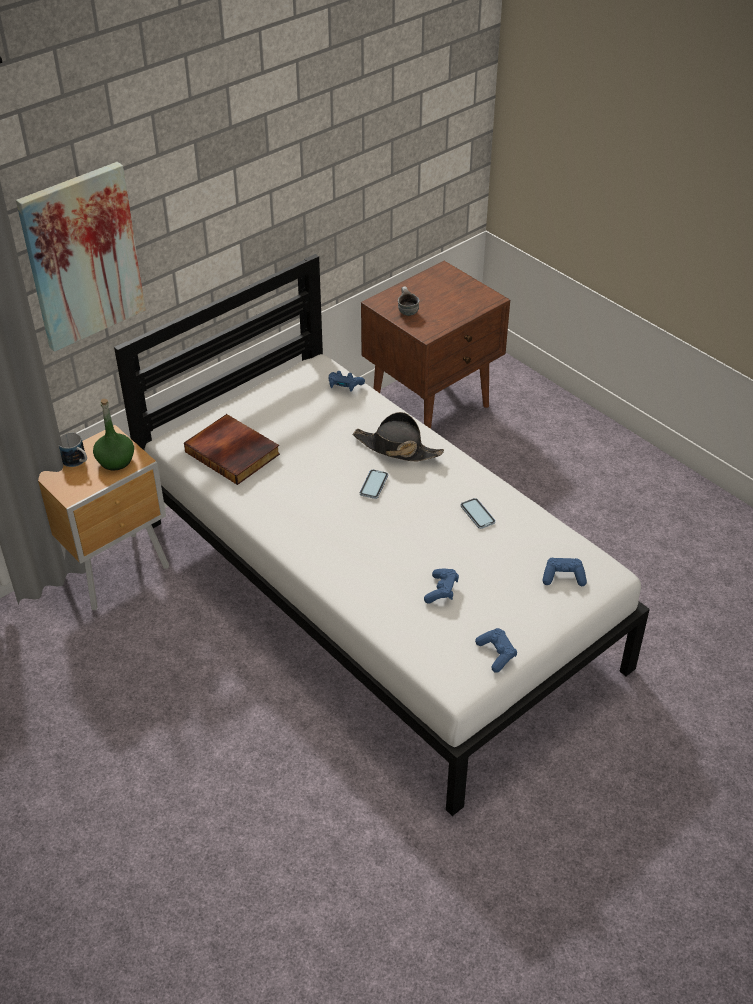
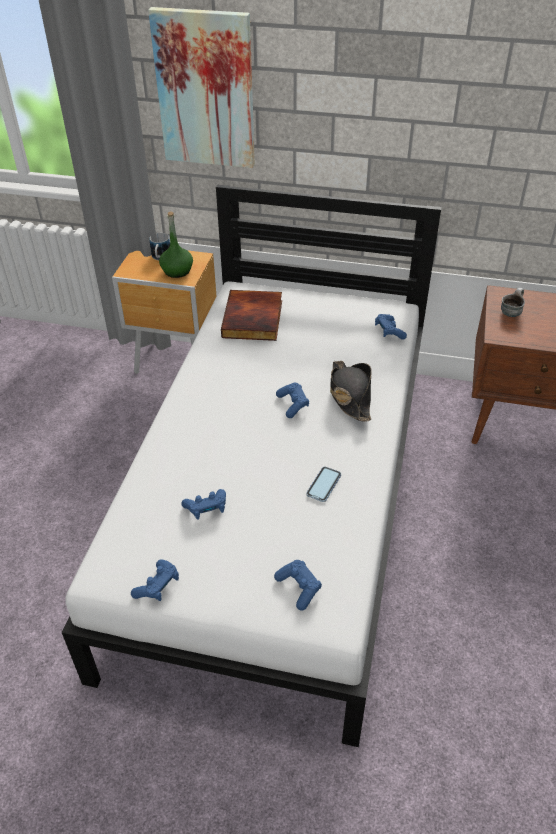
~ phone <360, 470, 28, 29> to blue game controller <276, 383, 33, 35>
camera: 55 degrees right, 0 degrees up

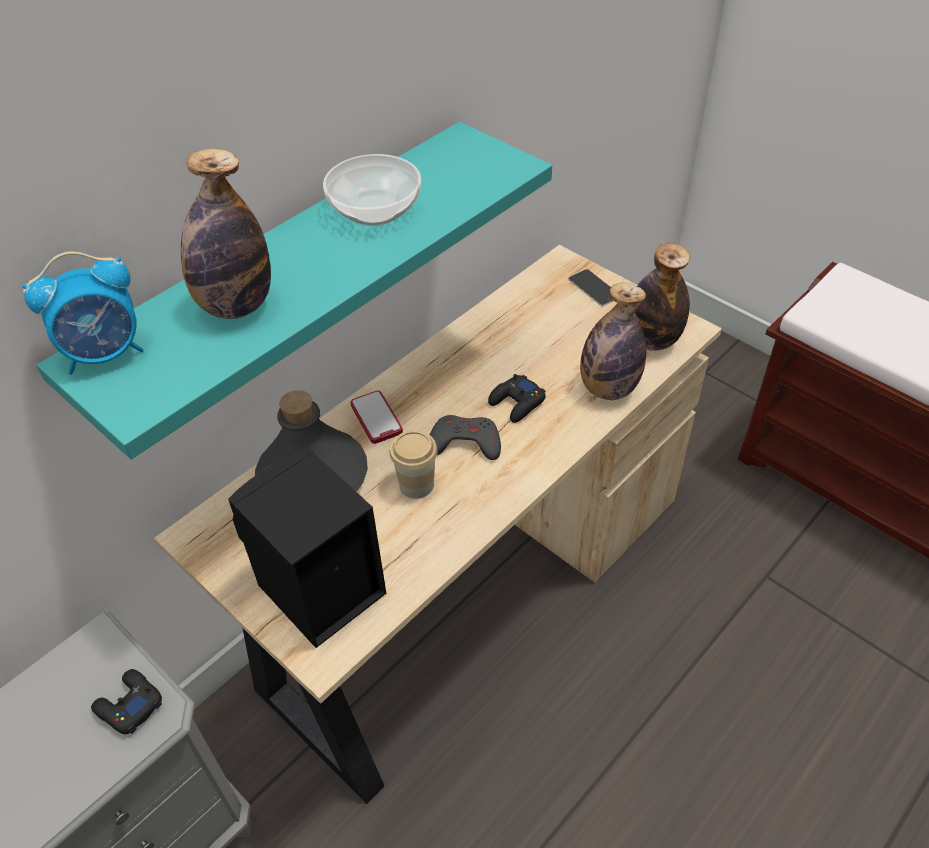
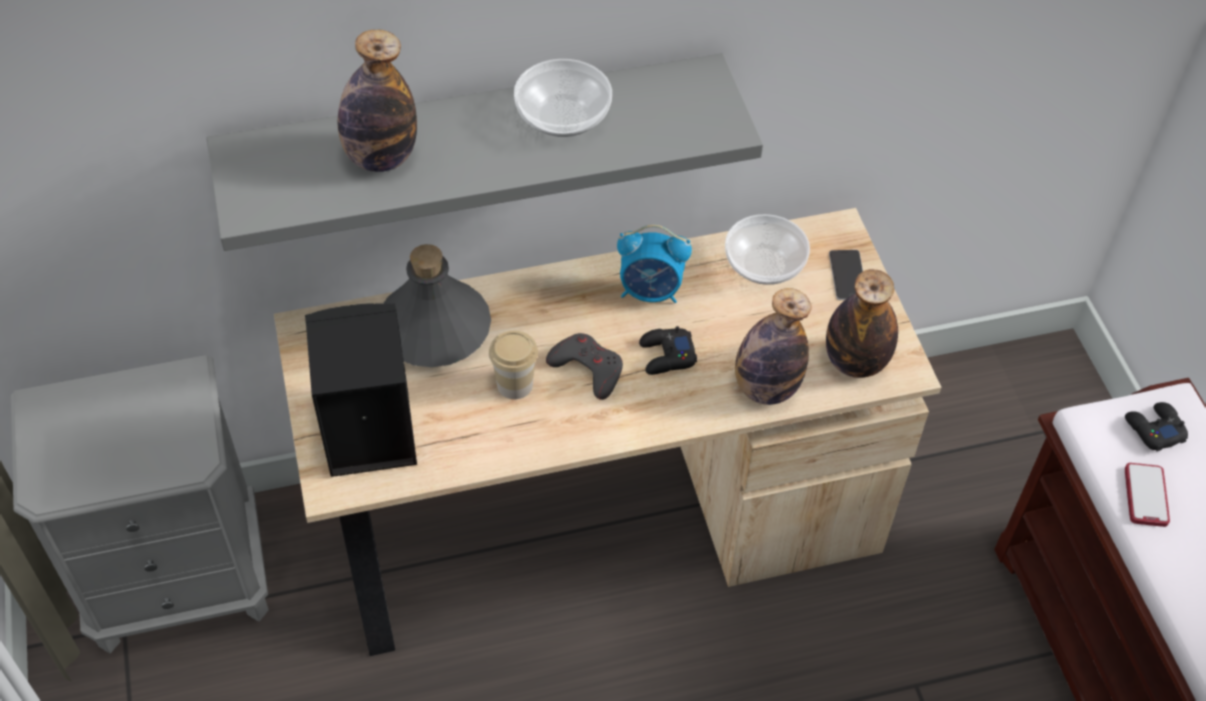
~ alarm clock <22, 251, 122, 124> to <617, 224, 75, 79>
~ turquoise shelf <36, 122, 516, 337> to grey shelf <206, 53, 557, 198>
~ black game controller <91, 669, 71, 65> to <1125, 402, 63, 49>
~ phone <350, 391, 53, 53> to <1125, 463, 45, 64>
+ bowl <725, 214, 85, 71>
camera: 30 degrees right, 5 degrees up

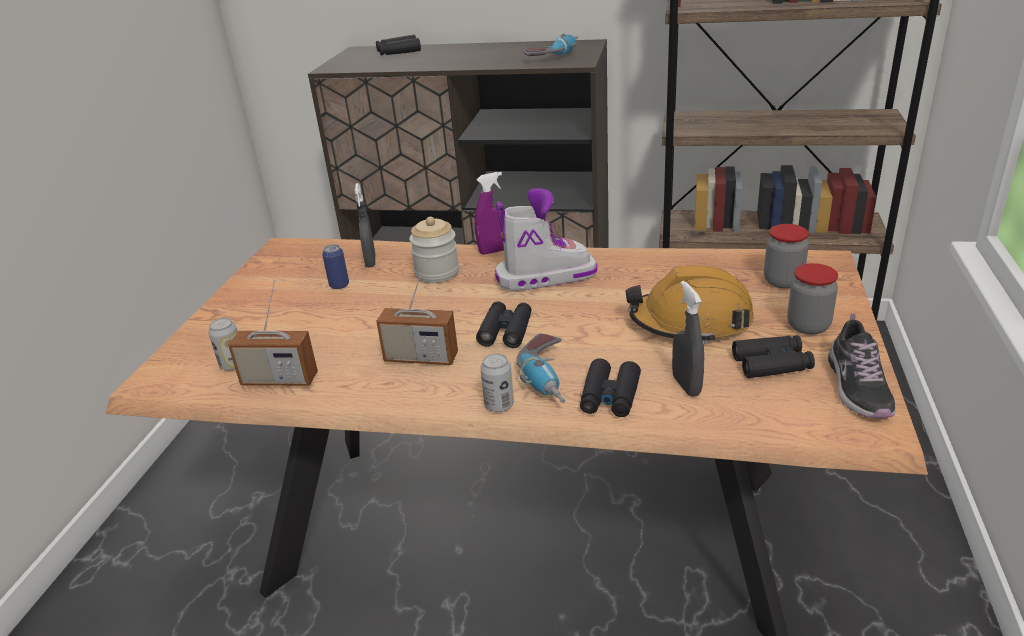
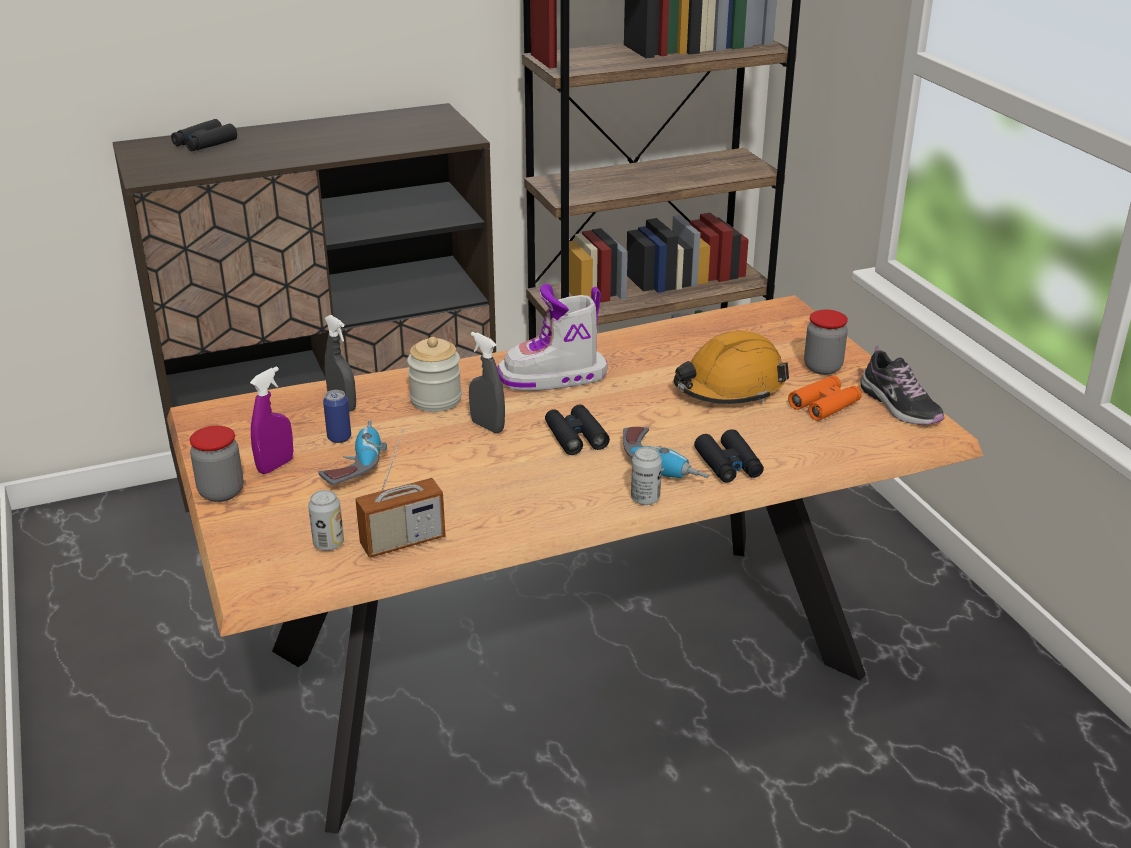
- radio <376, 259, 82, 106>
~ purple spray bottle <475, 172, 29, 83> to <250, 366, 43, 108>
~ boot <495, 188, 102, 103> = <497, 284, 110, 107> 150 degrees counterclockwise
~ power drill <523, 34, 55, 22> to <318, 420, 69, 65>
~ grey spray bottle <672, 281, 32, 116> to <469, 332, 36, 101>
~ black binoculars <732, 335, 83, 43> to orange binoculars <788, 376, 74, 45>
~ jar <764, 224, 45, 65> to <190, 425, 53, 77>
camera: 35 degrees left, 0 degrees up

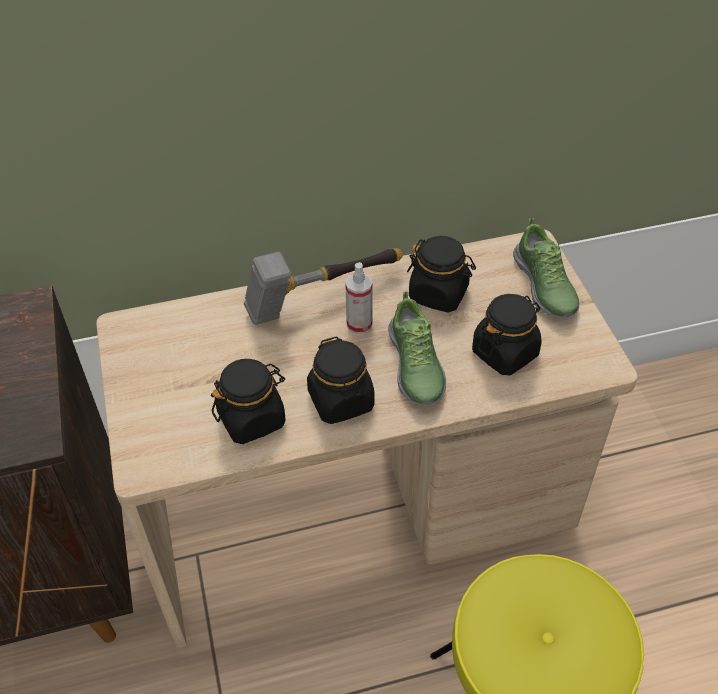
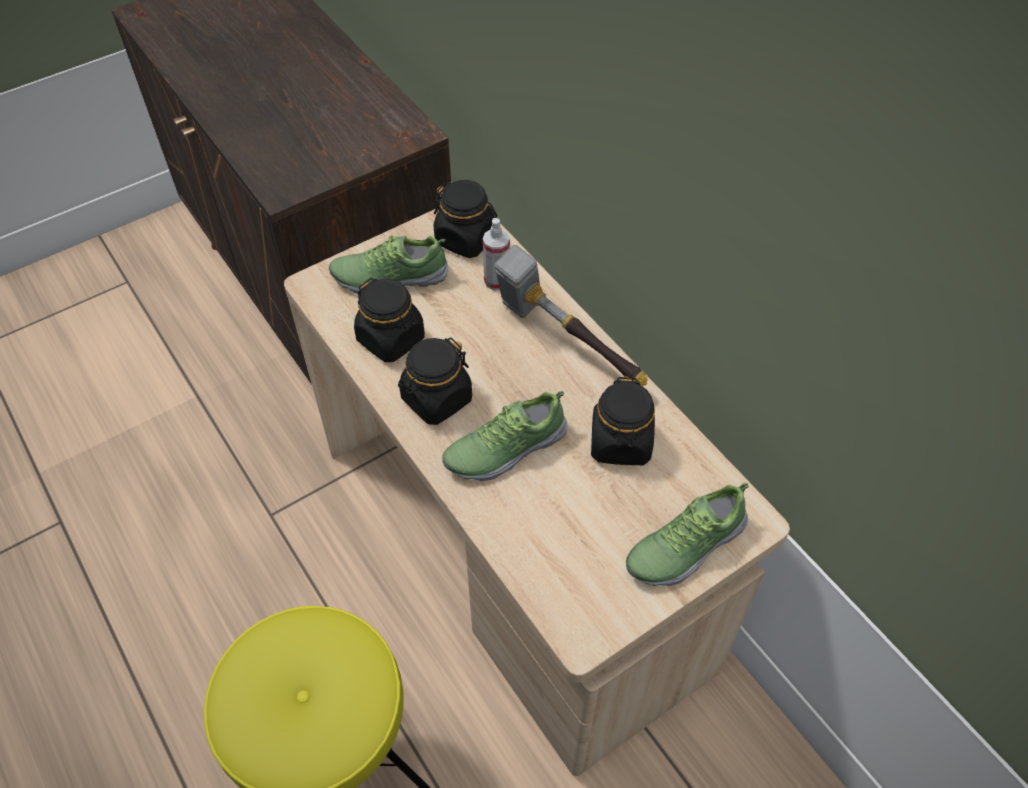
~ spray bottle <345, 262, 28, 72> to <483, 218, 27, 73>
~ black jar <472, 294, 70, 81> to <433, 180, 64, 78>
+ shoe <329, 235, 119, 59>
camera: 70 degrees right, 5 degrees up

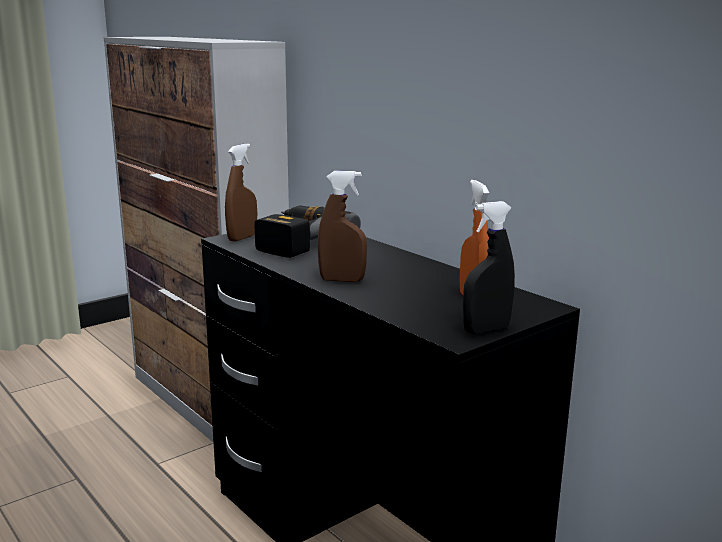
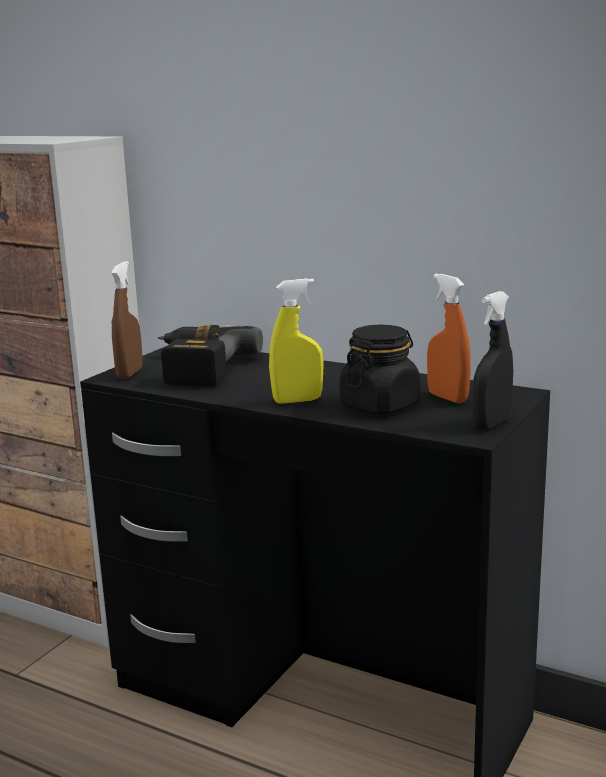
~ brown spray bottle <318, 171, 49, 111> to yellow spray bottle <269, 278, 54, 126>
+ black jar <339, 325, 82, 89>
camera: 20 degrees left, 0 degrees up

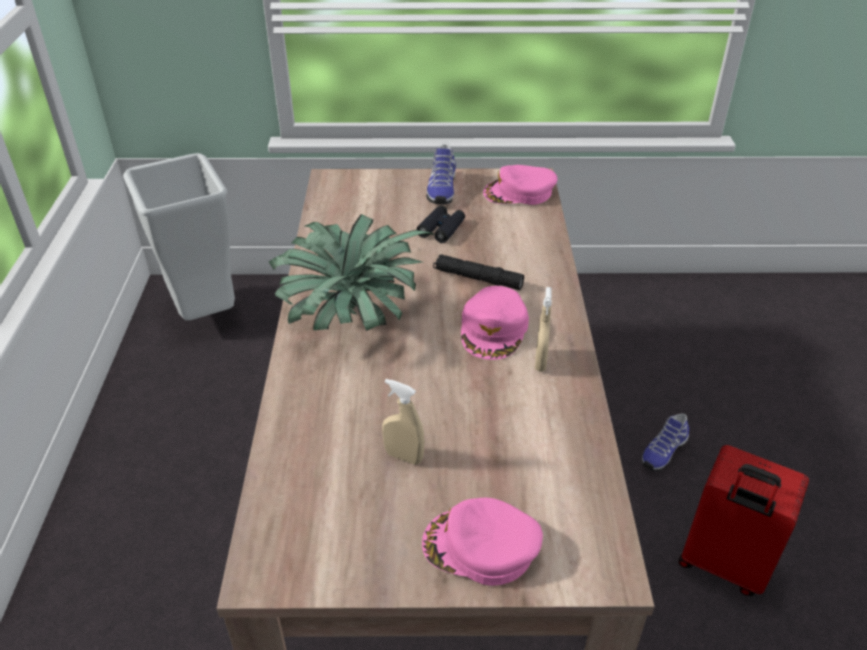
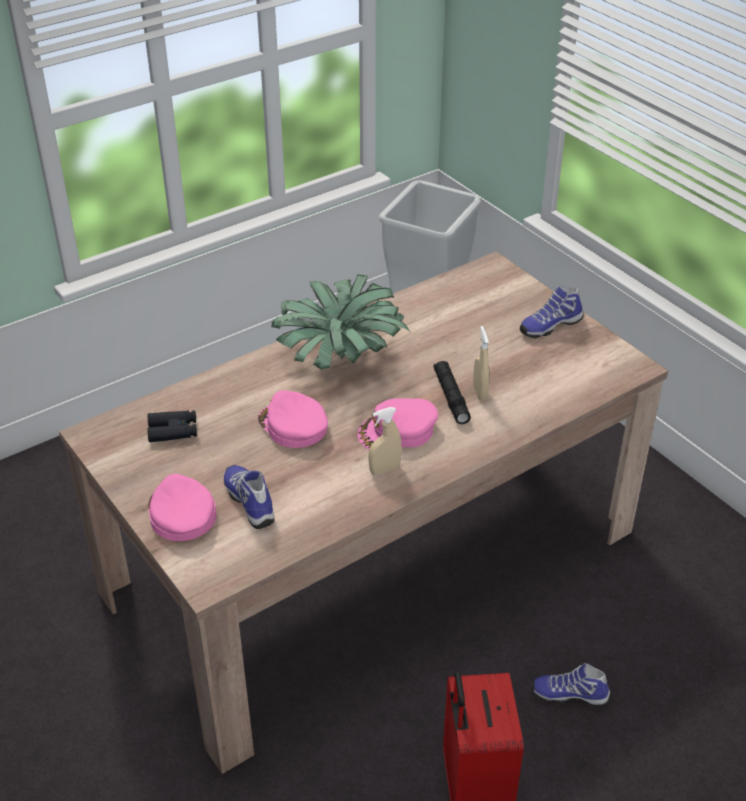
~ beige spray bottle <382, 379, 43, 86> to <473, 326, 16, 75>
~ black binoculars <416, 205, 49, 38> to <147, 410, 50, 32>
~ pink cap <483, 165, 75, 40> to <258, 390, 70, 58>
+ shoe <224, 465, 51, 64>
camera: 55 degrees right, 0 degrees up

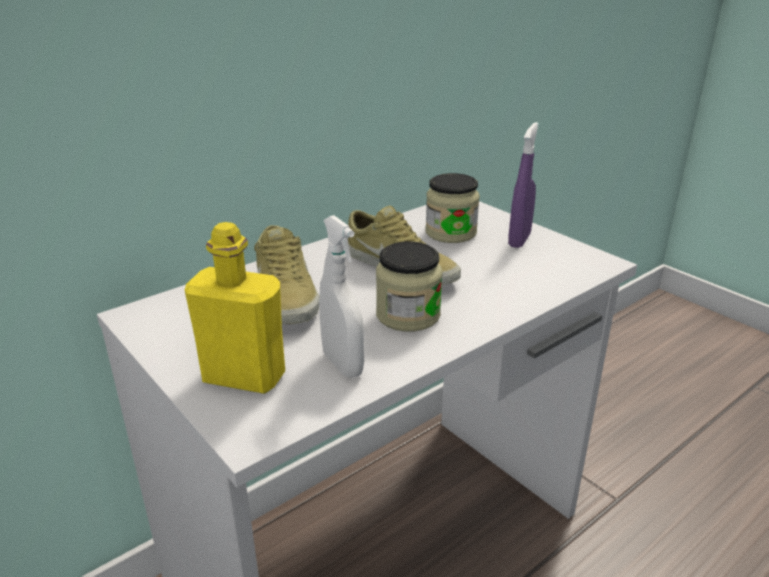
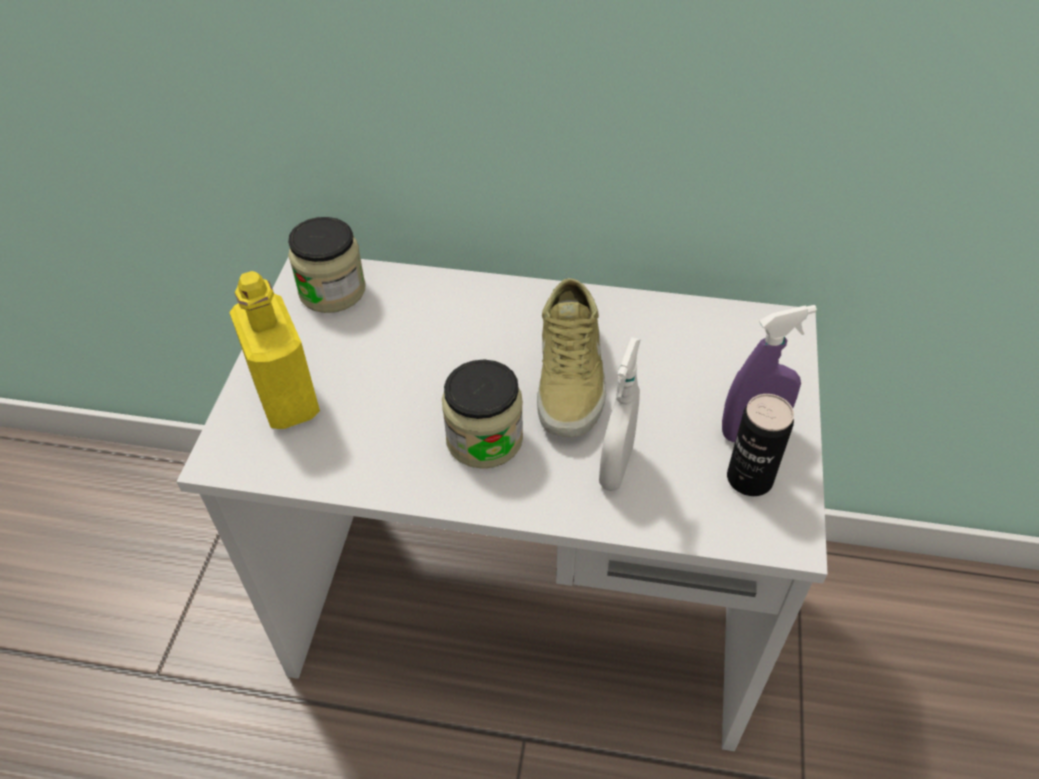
- beige shoe <254, 225, 65, 99>
~ white spray bottle <319, 215, 45, 163> to <599, 337, 42, 154>
~ jar <425, 173, 55, 70> to <288, 217, 78, 96>
+ can <727, 394, 67, 102>
camera: 50 degrees right, 20 degrees up

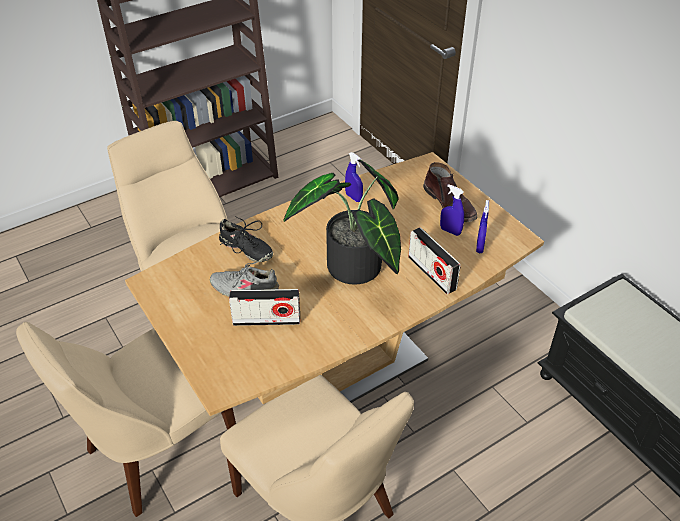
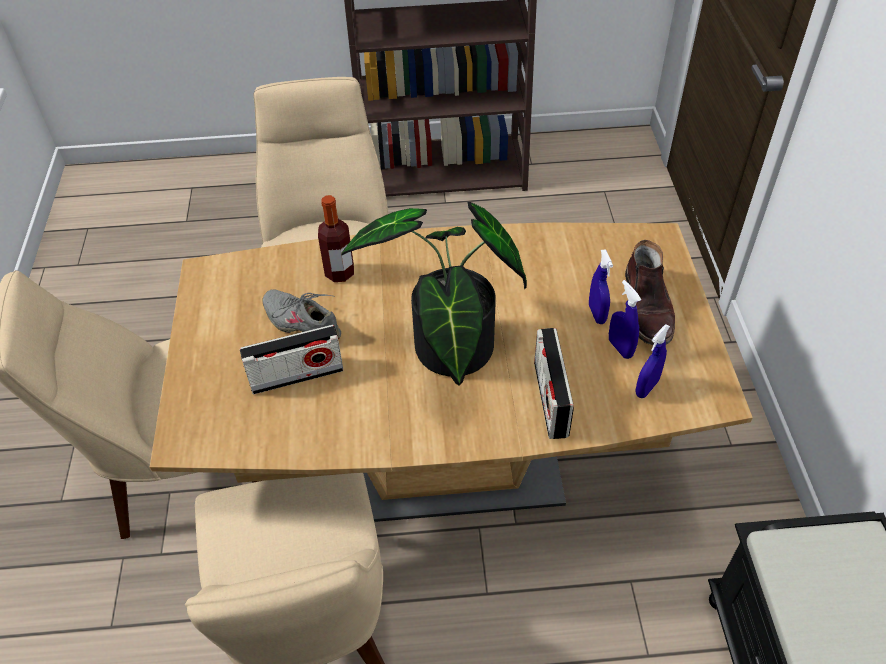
~ black shoe <219, 216, 54, 46> to bottle <318, 195, 36, 87>
~ radio <229, 289, 71, 37> = <240, 325, 104, 69> 45 degrees counterclockwise
~ blue spray bottle <345, 152, 18, 50> to <589, 249, 24, 75>
camera: 30 degrees right, 5 degrees up

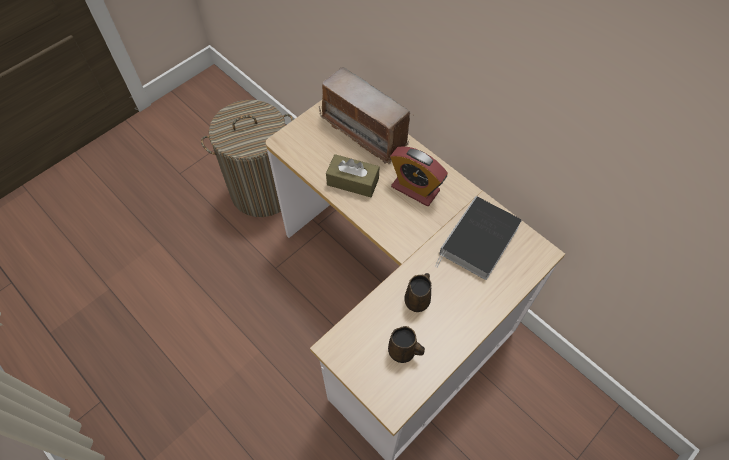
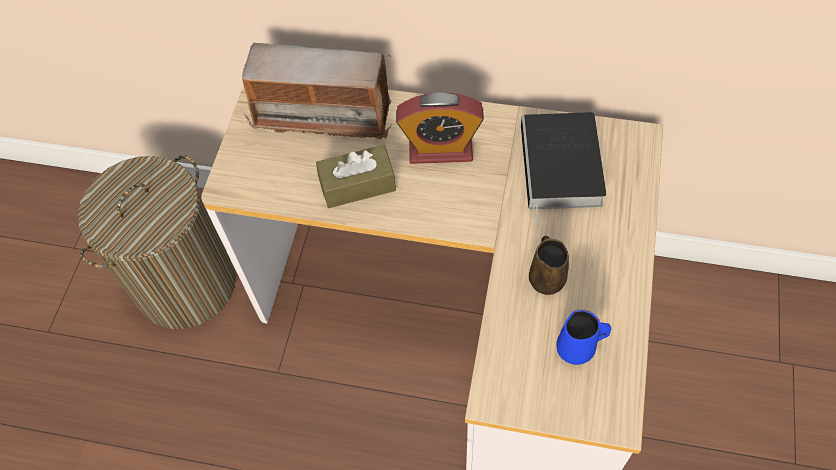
~ brown mug <388, 326, 37, 37> to blue mug <556, 310, 55, 55>
camera: 30 degrees left, 0 degrees up

